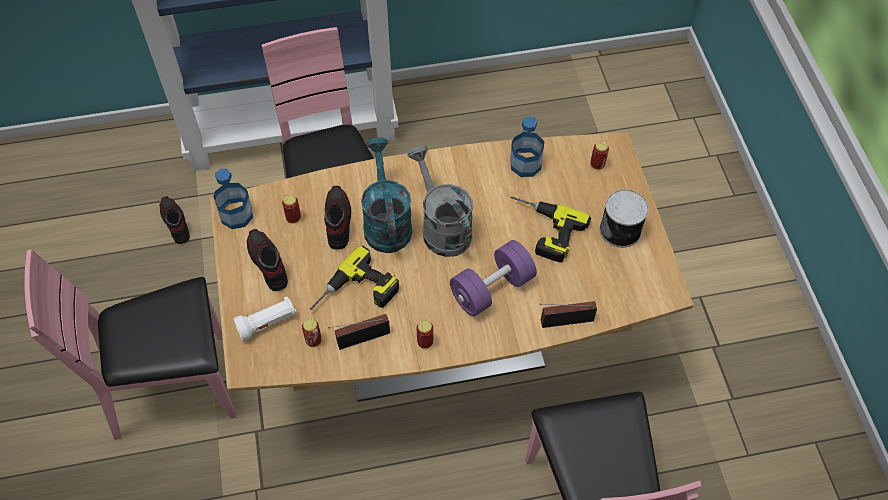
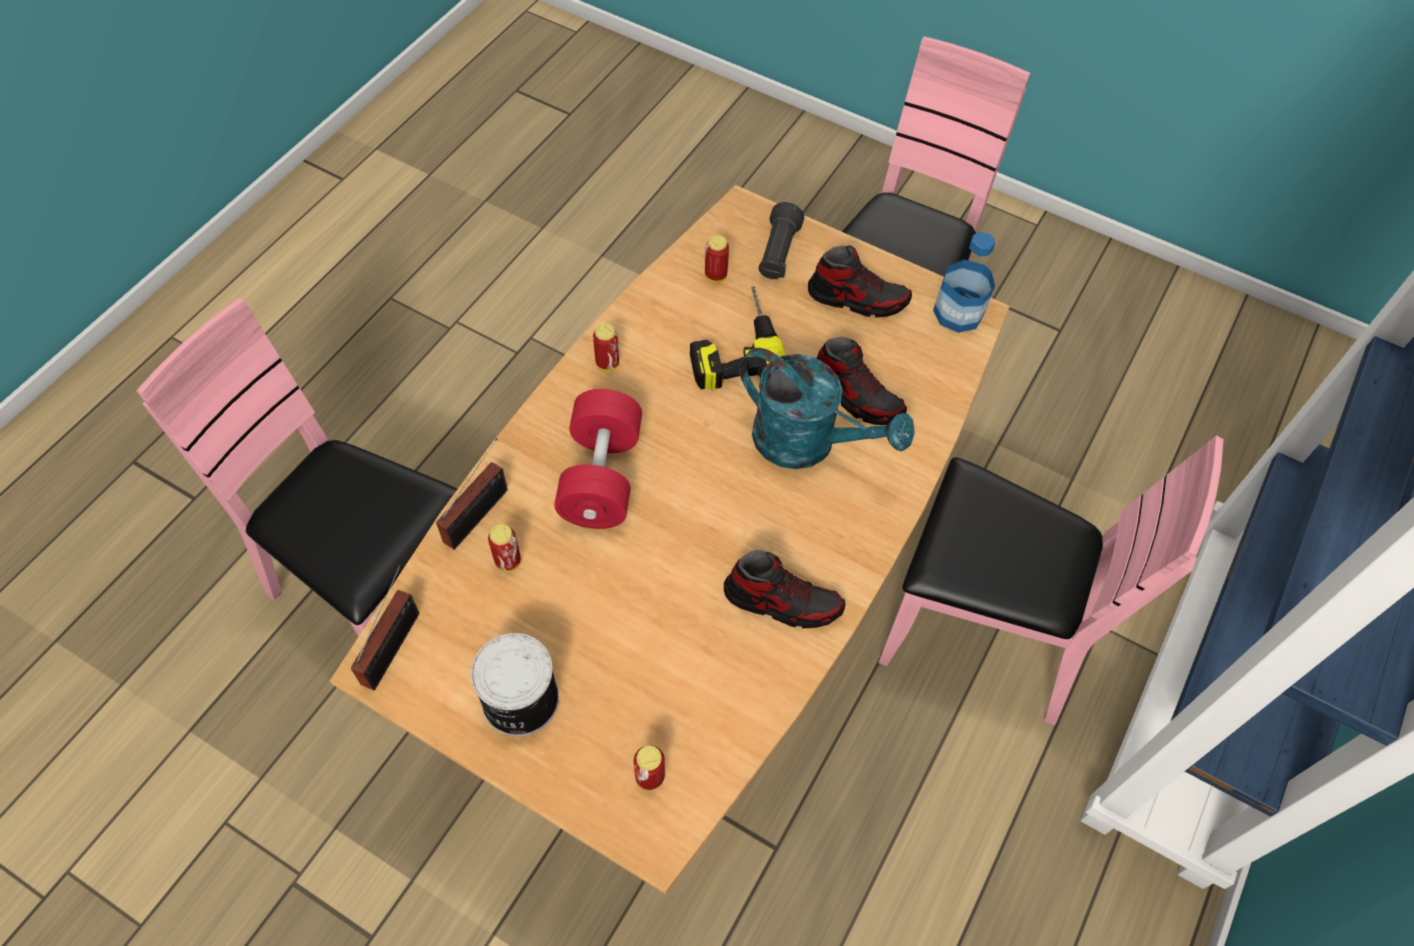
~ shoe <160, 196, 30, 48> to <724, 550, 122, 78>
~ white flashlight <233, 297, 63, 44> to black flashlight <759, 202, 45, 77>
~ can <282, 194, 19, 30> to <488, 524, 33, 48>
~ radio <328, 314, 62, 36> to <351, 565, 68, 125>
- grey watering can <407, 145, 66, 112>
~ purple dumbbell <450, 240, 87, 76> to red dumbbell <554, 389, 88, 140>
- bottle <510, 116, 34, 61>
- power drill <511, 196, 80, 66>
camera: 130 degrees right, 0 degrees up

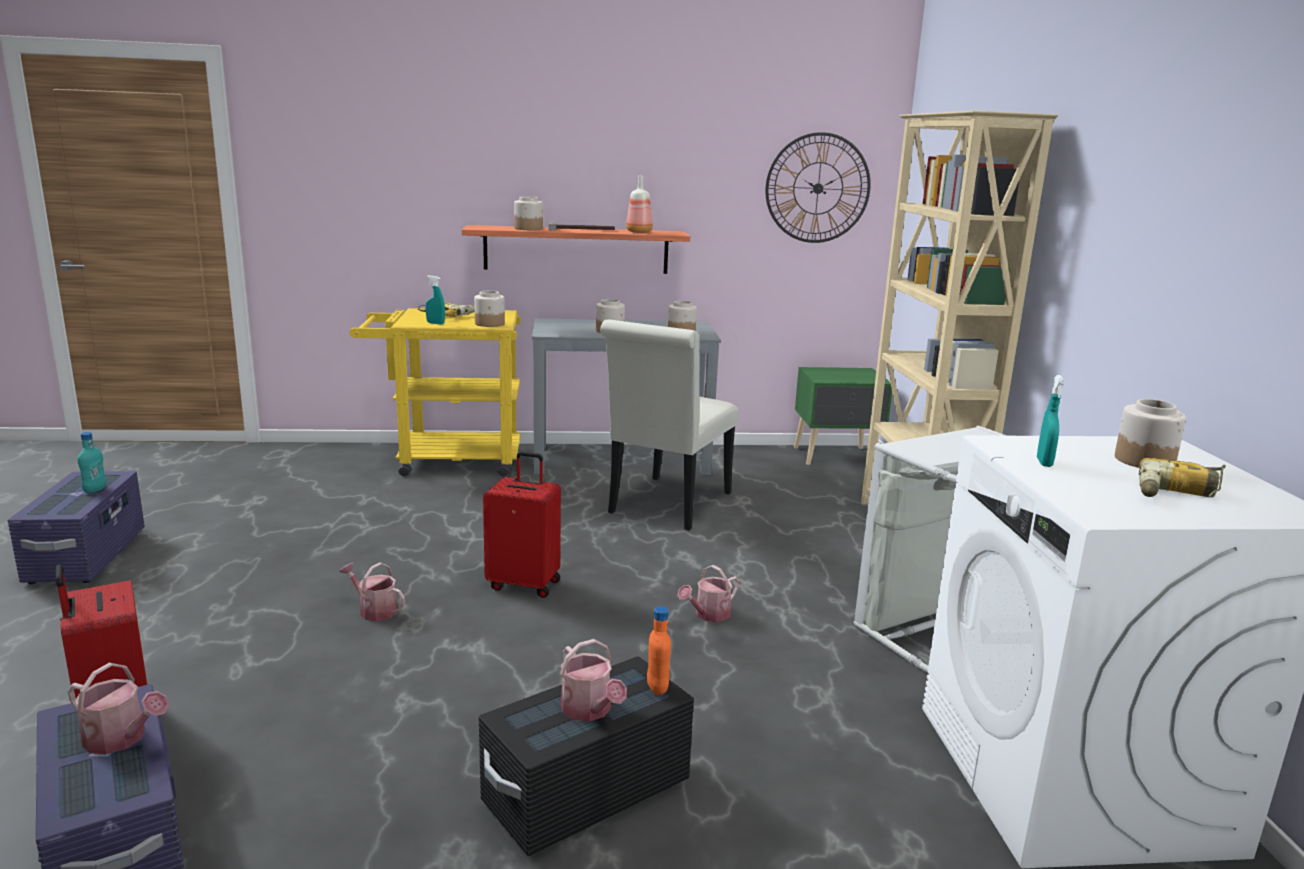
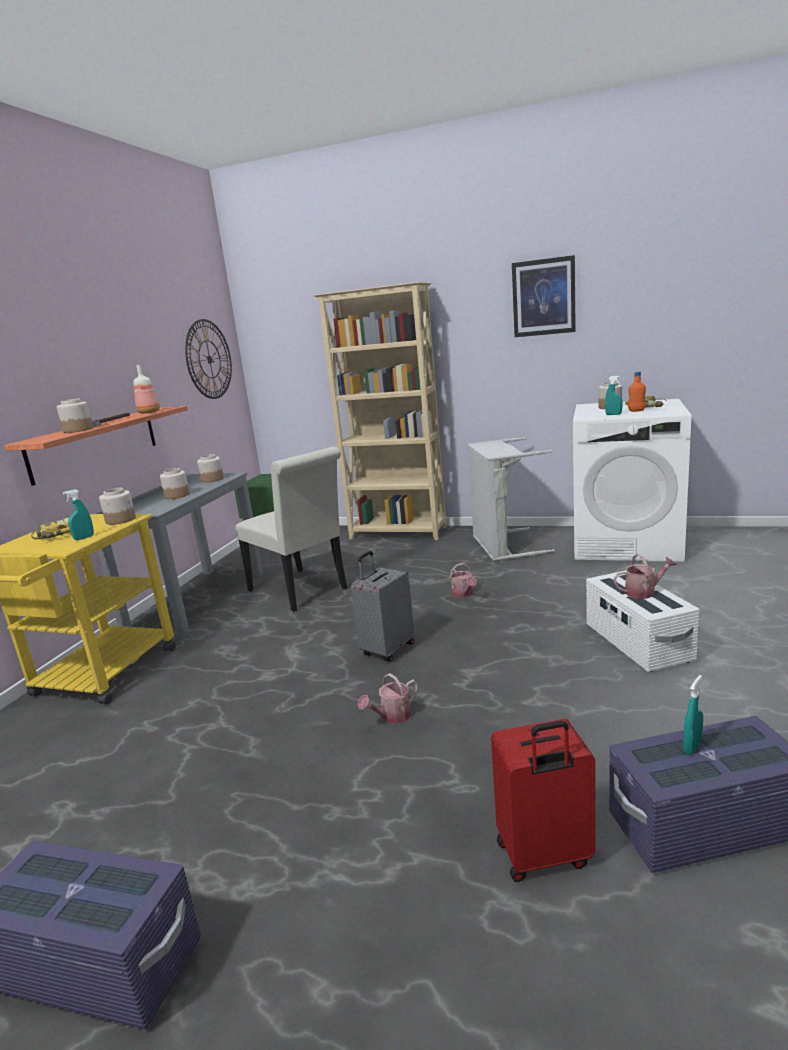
~ watering can <67, 663, 102, 91> to turquoise spray bottle <683, 675, 20, 80>
- turquoise bottle <77, 432, 30, 61>
~ black storage box <479, 656, 215, 200> to white storage box <586, 571, 114, 101>
~ red suitcase <483, 452, 78, 146> to grey suitcase <351, 551, 63, 111>
~ orange bottle <647, 606, 24, 89> to <628, 371, 18, 41>
+ picture <512, 255, 64, 82>
camera: 65 degrees left, 0 degrees up

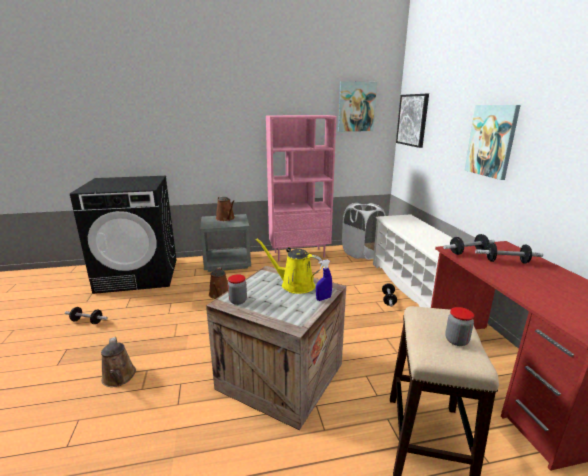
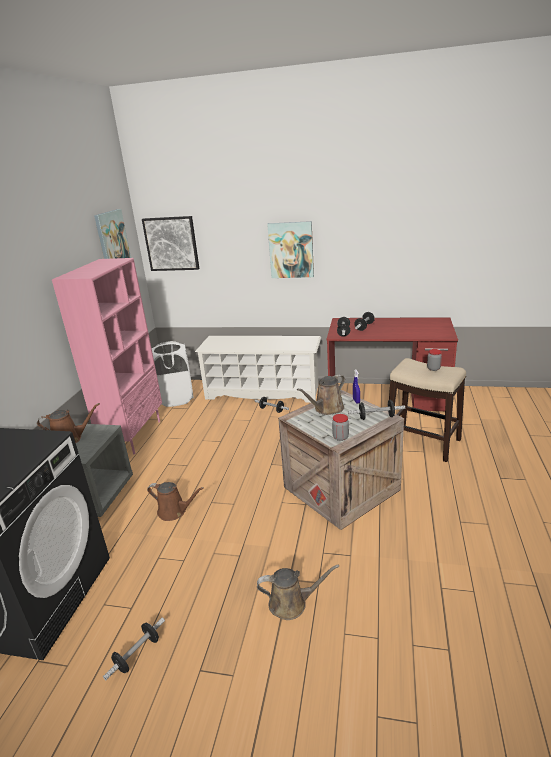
~ yellow watering can <256, 239, 67, 55> to brown watering can <297, 374, 48, 41>
+ dumbbell <348, 400, 57, 20>
camera: 65 degrees left, 5 degrees up

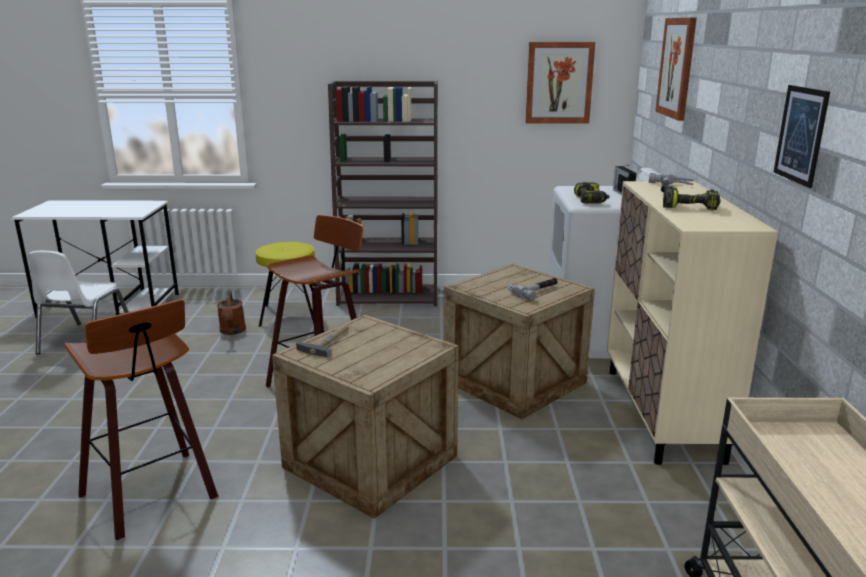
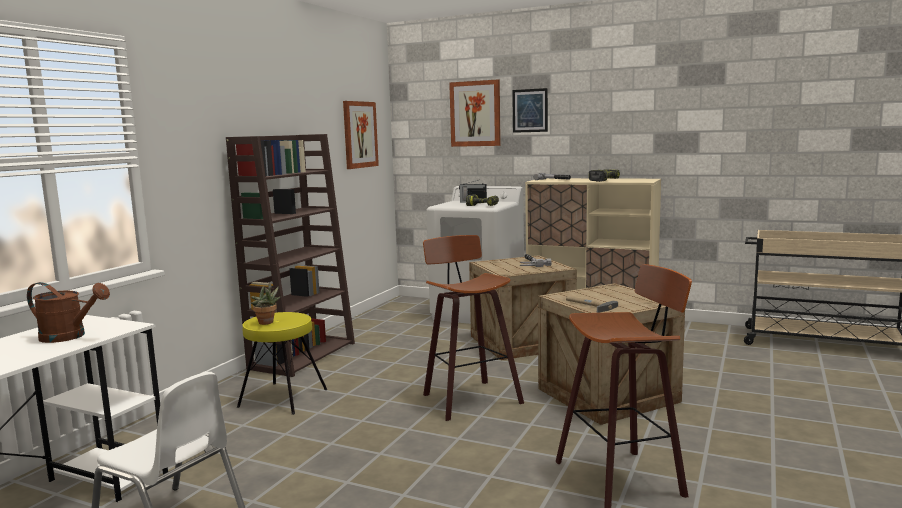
~ brown watering can <217, 292, 29, 43> to <27, 282, 83, 61>
~ picture <774, 85, 56, 103> to <512, 88, 36, 45>
+ potted plant <251, 283, 30, 42>
camera: 65 degrees left, 10 degrees down

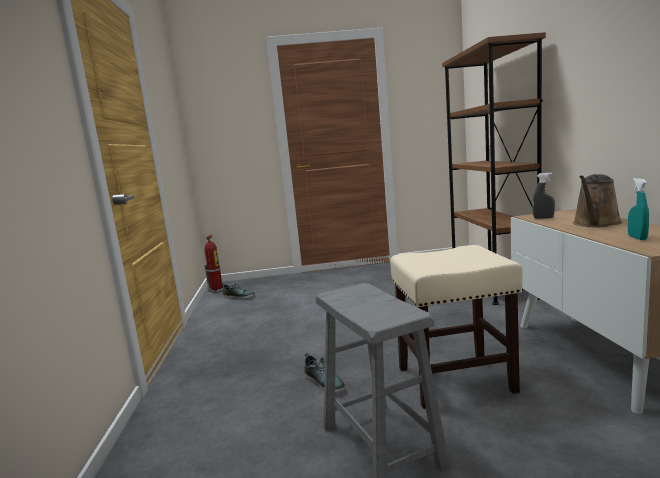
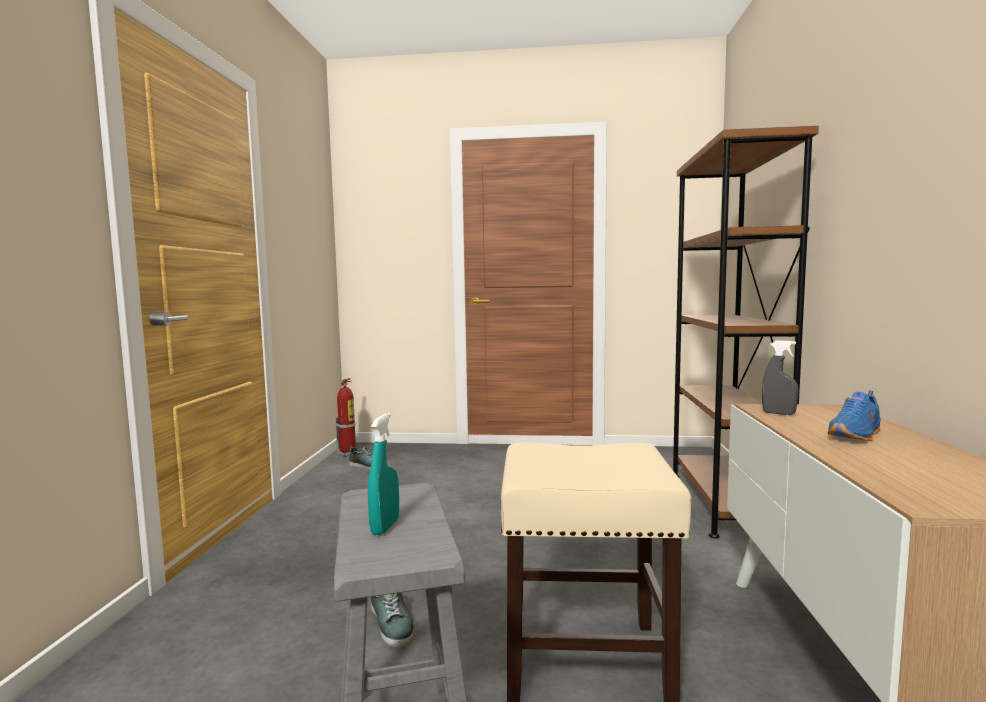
~ brown watering can <573, 174, 49, 53> to blue shoe <828, 390, 53, 51>
~ turquoise spray bottle <628, 178, 21, 62> to <368, 413, 31, 122>
camera: 10 degrees right, 5 degrees down

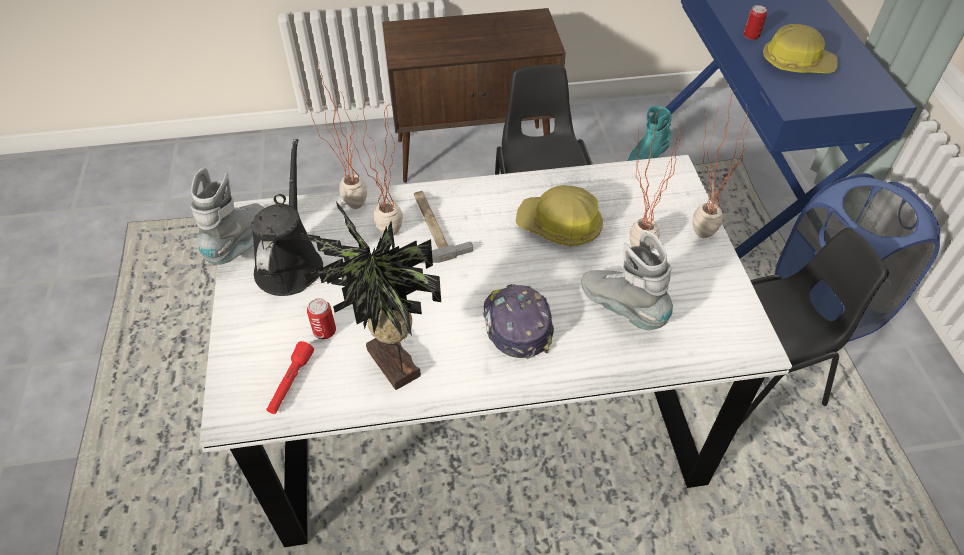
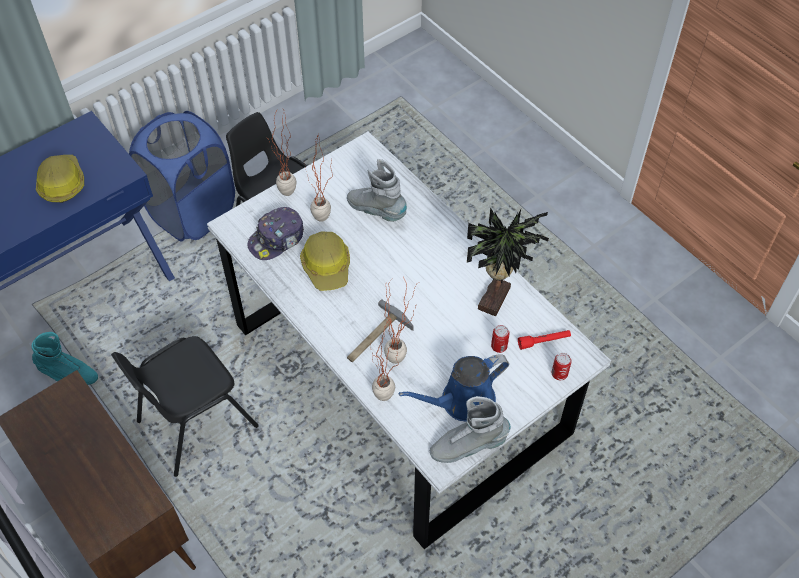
~ black watering can <251, 139, 72, 157> to blue watering can <399, 354, 110, 68>
~ cap <482, 284, 72, 75> to <248, 207, 56, 53>
~ grey boot <581, 230, 92, 100> = <347, 159, 60, 63> 105 degrees clockwise
~ can <744, 5, 23, 35> to <552, 353, 20, 27>
camera: 120 degrees left, 5 degrees up

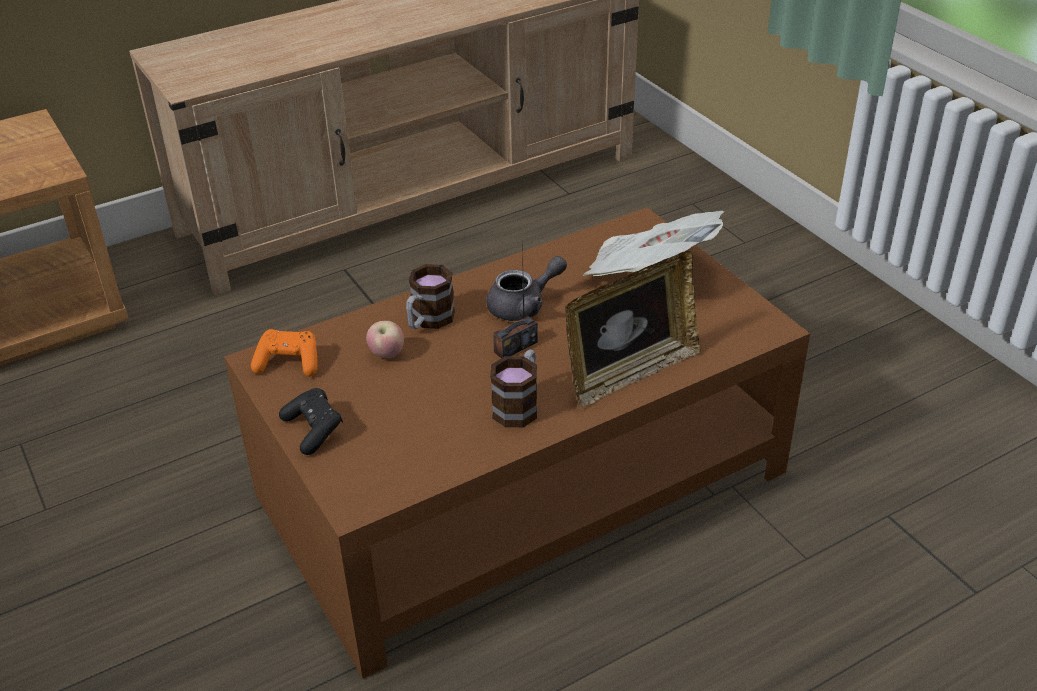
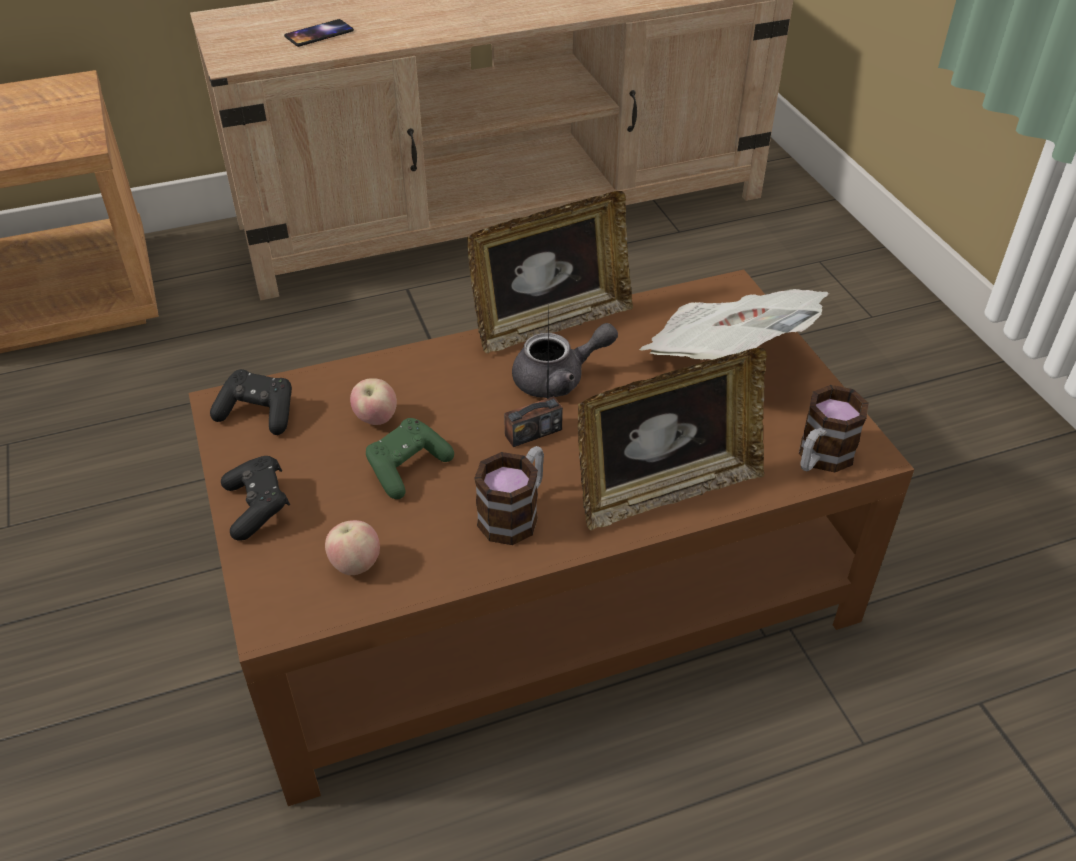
~ orange game controller <251, 329, 67, 48> to black game controller <210, 369, 82, 66>
~ mug <406, 264, 49, 65> to <799, 385, 70, 88>
+ phone <284, 19, 70, 28>
+ apple <325, 520, 55, 55>
+ green game controller <366, 418, 88, 81>
+ picture frame <467, 191, 166, 162>
camera: 10 degrees right, 5 degrees up

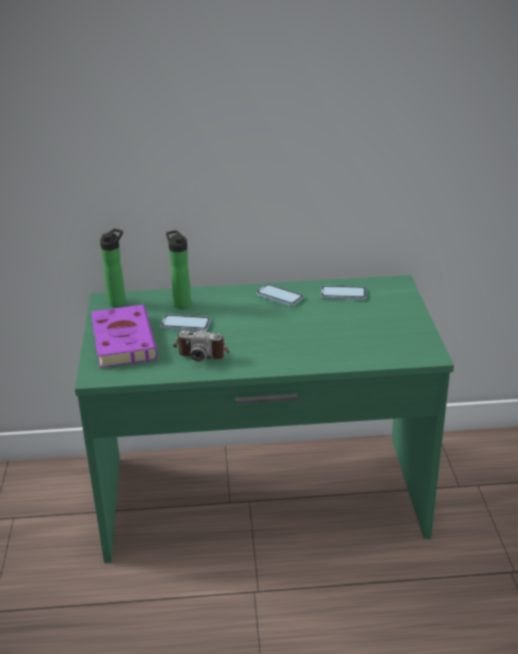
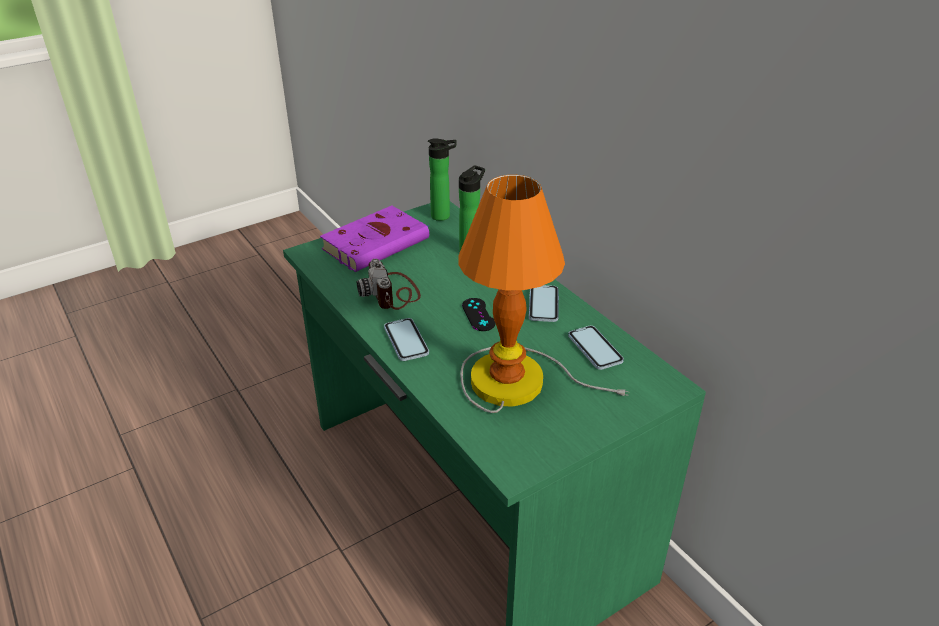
~ phone <161, 314, 50, 17> to <384, 318, 45, 43>
+ table lamp <458, 175, 170, 238>
+ black game controller <462, 298, 33, 33>
camera: 60 degrees right, 5 degrees up

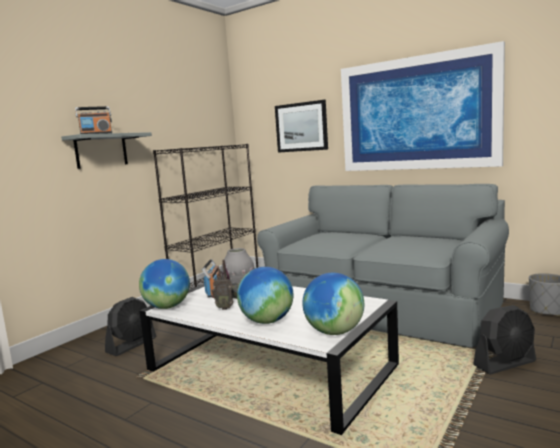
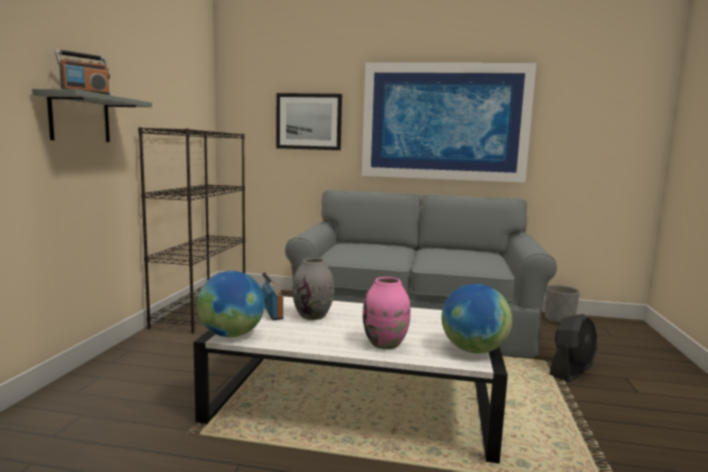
- black fan <105, 297, 51, 59>
- radio <212, 260, 22, 50>
~ globe <237, 267, 56, 57> to pink vase <363, 277, 48, 72>
camera: 25 degrees left, 0 degrees up

